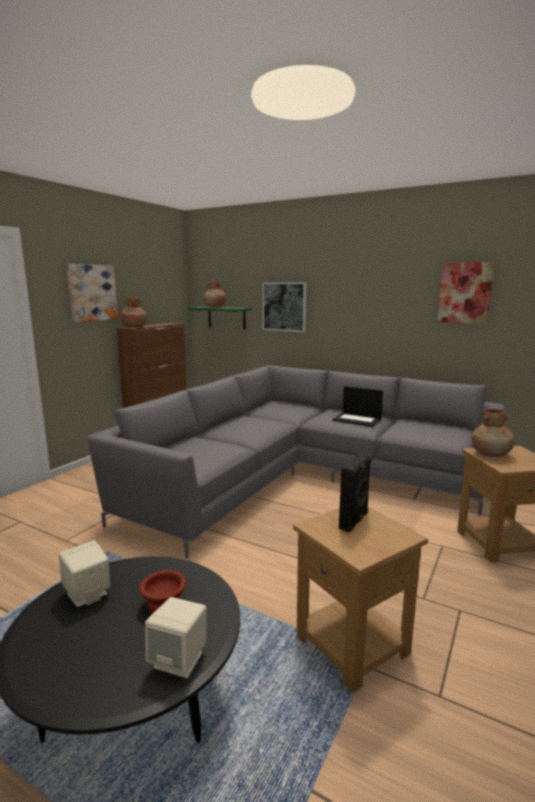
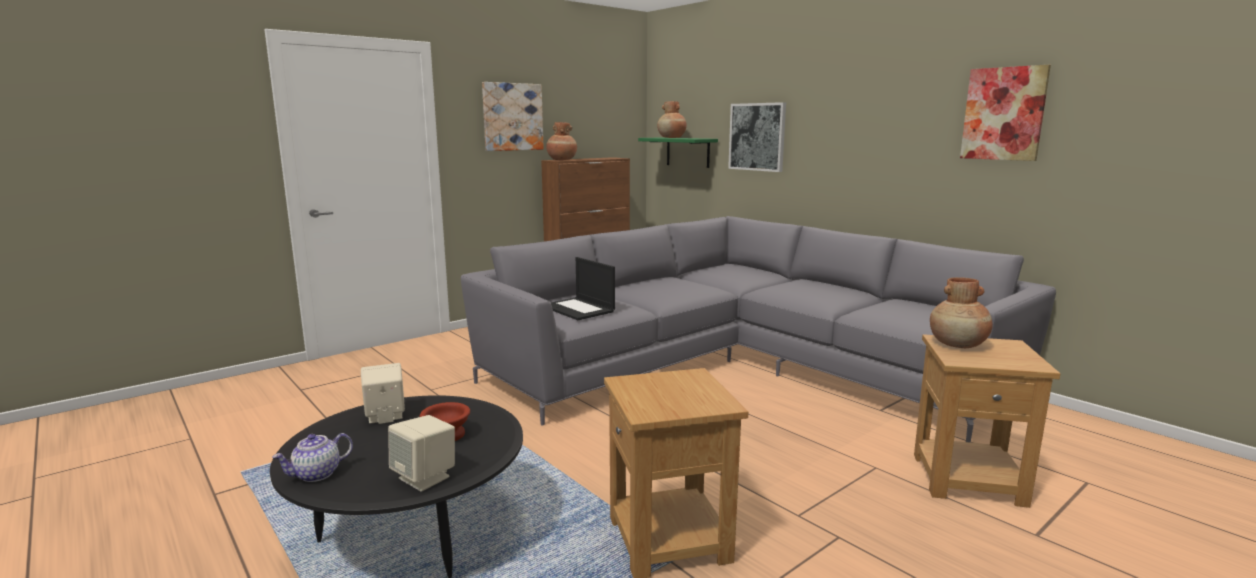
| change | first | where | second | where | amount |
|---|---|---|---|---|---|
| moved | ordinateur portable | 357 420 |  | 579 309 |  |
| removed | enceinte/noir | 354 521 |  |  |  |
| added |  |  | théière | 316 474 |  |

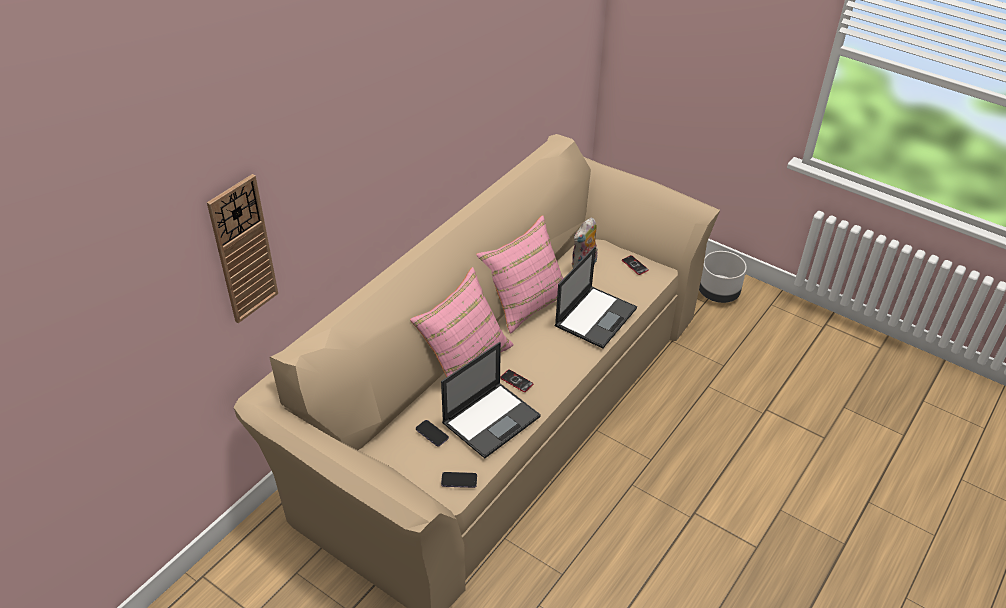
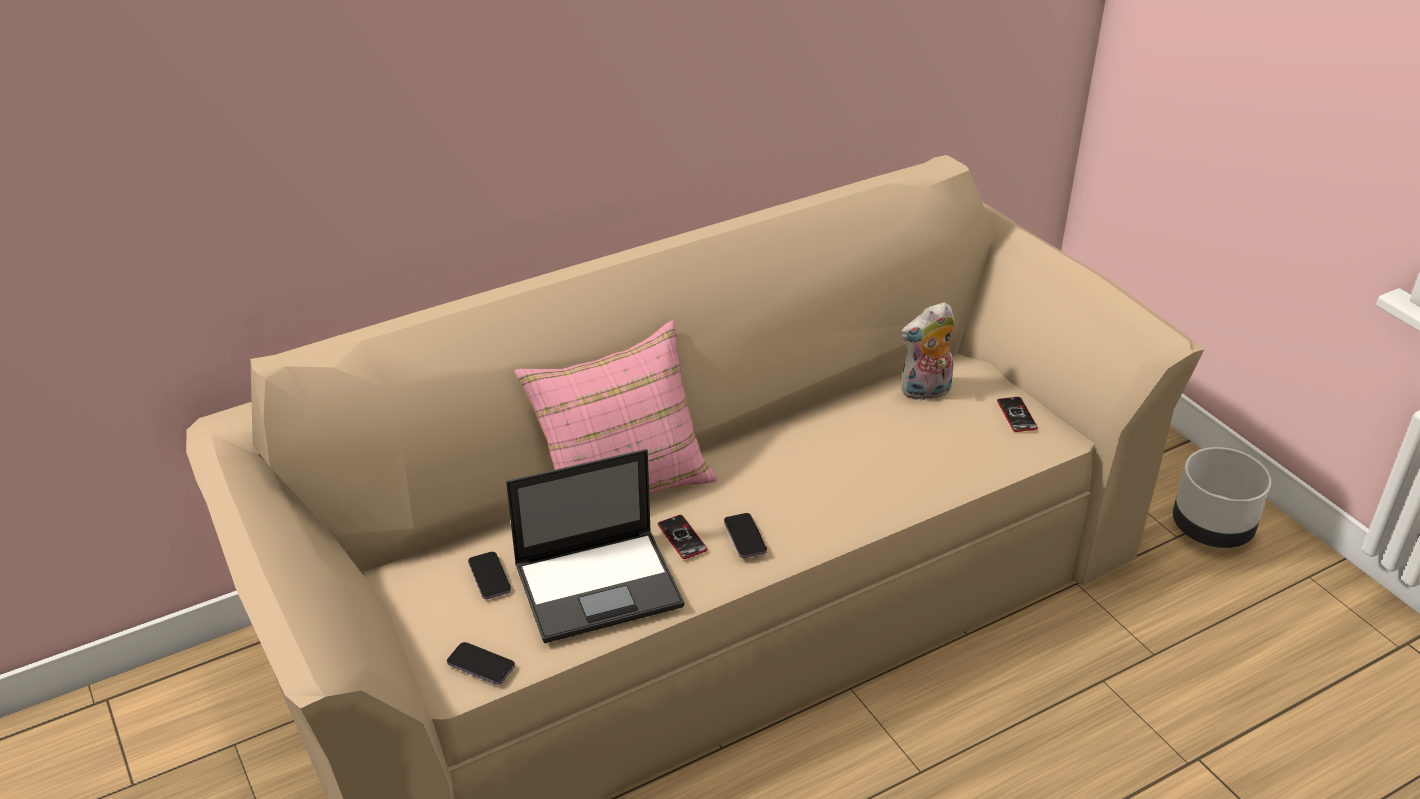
| change | first | where | second | where | amount |
|---|---|---|---|---|---|
| removed | horloge murale | 243 250 |  |  |  |
| removed | coussin/rose | 526 302 |  |  |  |
| removed | ordinateur portable | 596 316 |  |  |  |
| added |  |  | téléphone | 745 537 |  |

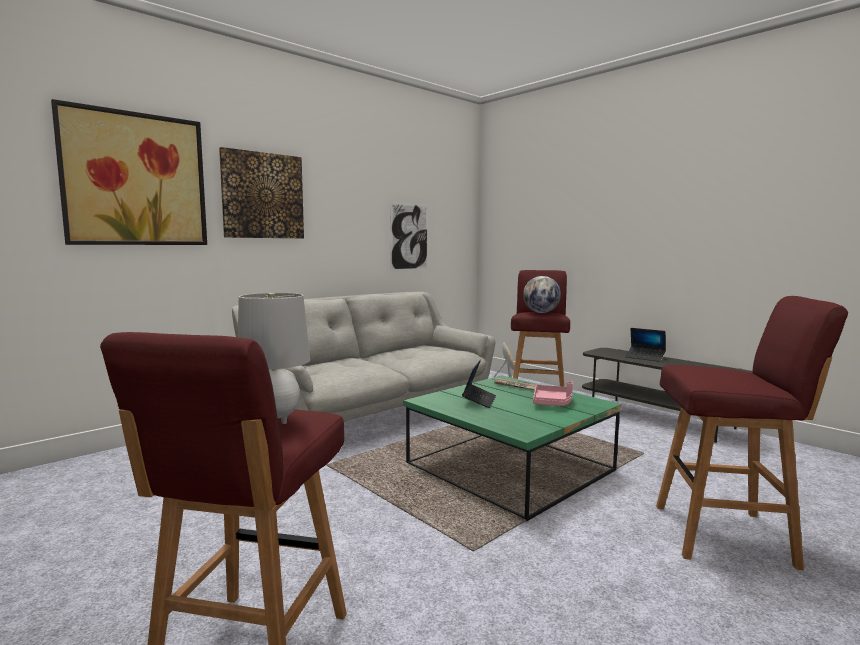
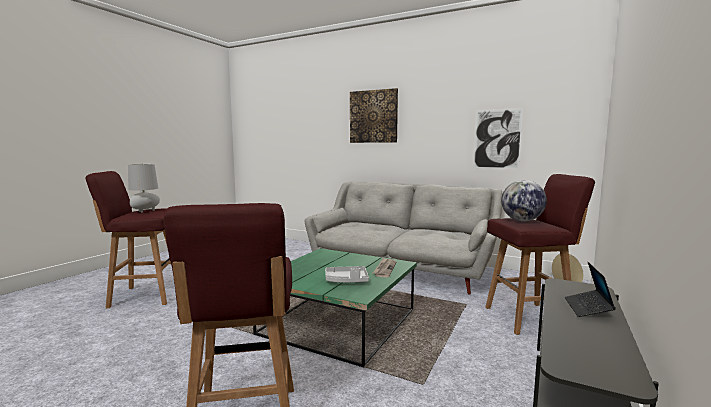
| change | first | where | second | where | amount |
|---|---|---|---|---|---|
| removed | tableau | 135 179 |  |  |  |
| removed | ordinateur portable | 479 400 |  |  |  |
| recoloured | plateau/rose | 552 402 | plateau/gris | 346 280 |  |

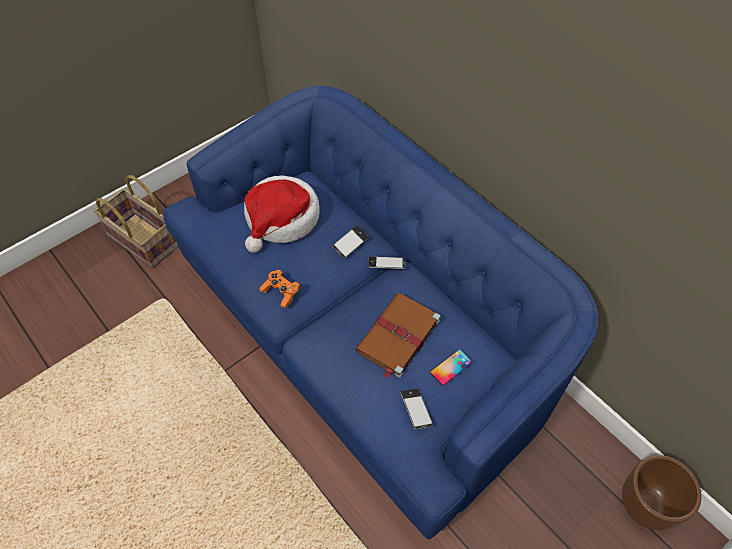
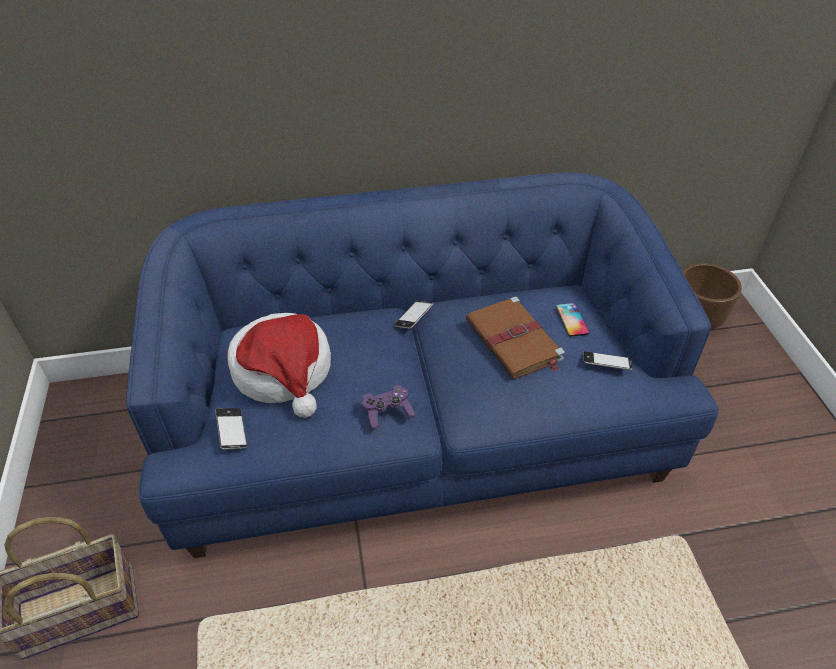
| change | first | where | second | where | amount |
|---|---|---|---|---|---|
| recoloured | manette/orange | 281 292 | manette/violet | 387 413 |  |
| moved | téléphone | 350 243 |  | 232 431 |  |

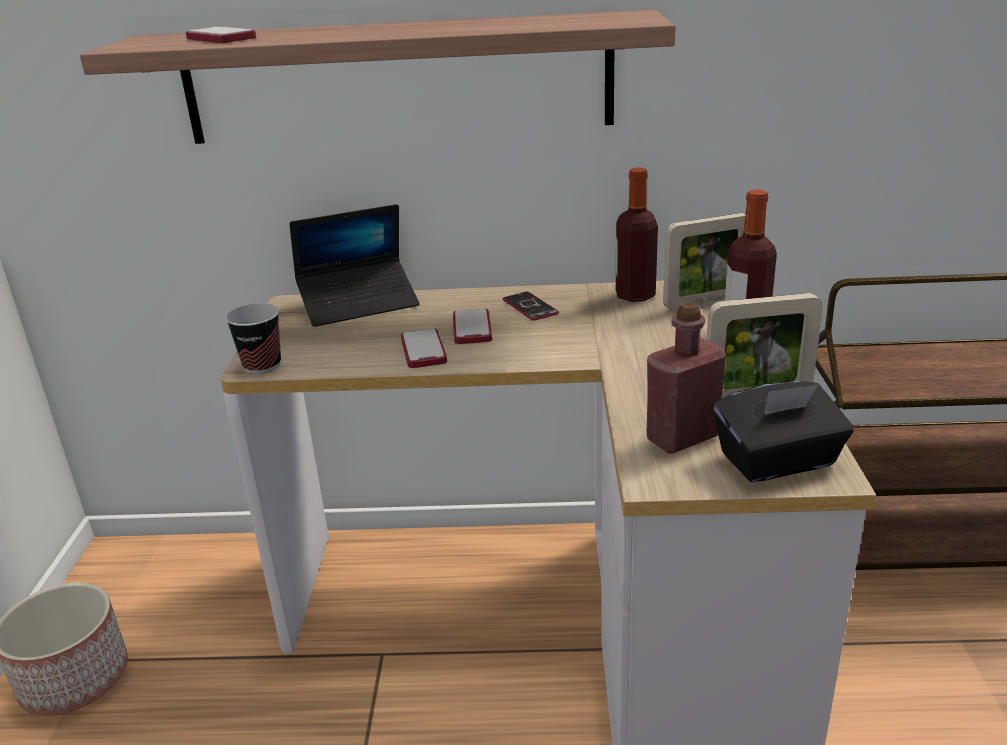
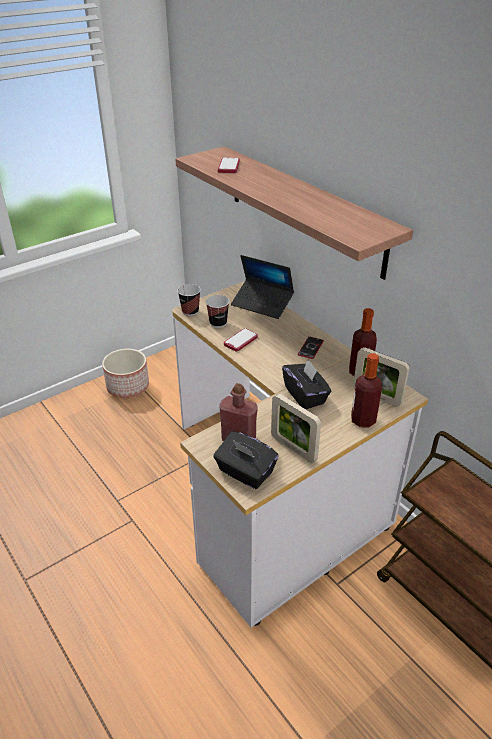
| change | first | where | second | where | amount |
|---|---|---|---|---|---|
| removed | téléphone | 472 328 |  |  |  |
| added |  |  | tasse | 218 323 |  |
| added |  |  | boîte à mouchoirs/noir | 305 395 |  |

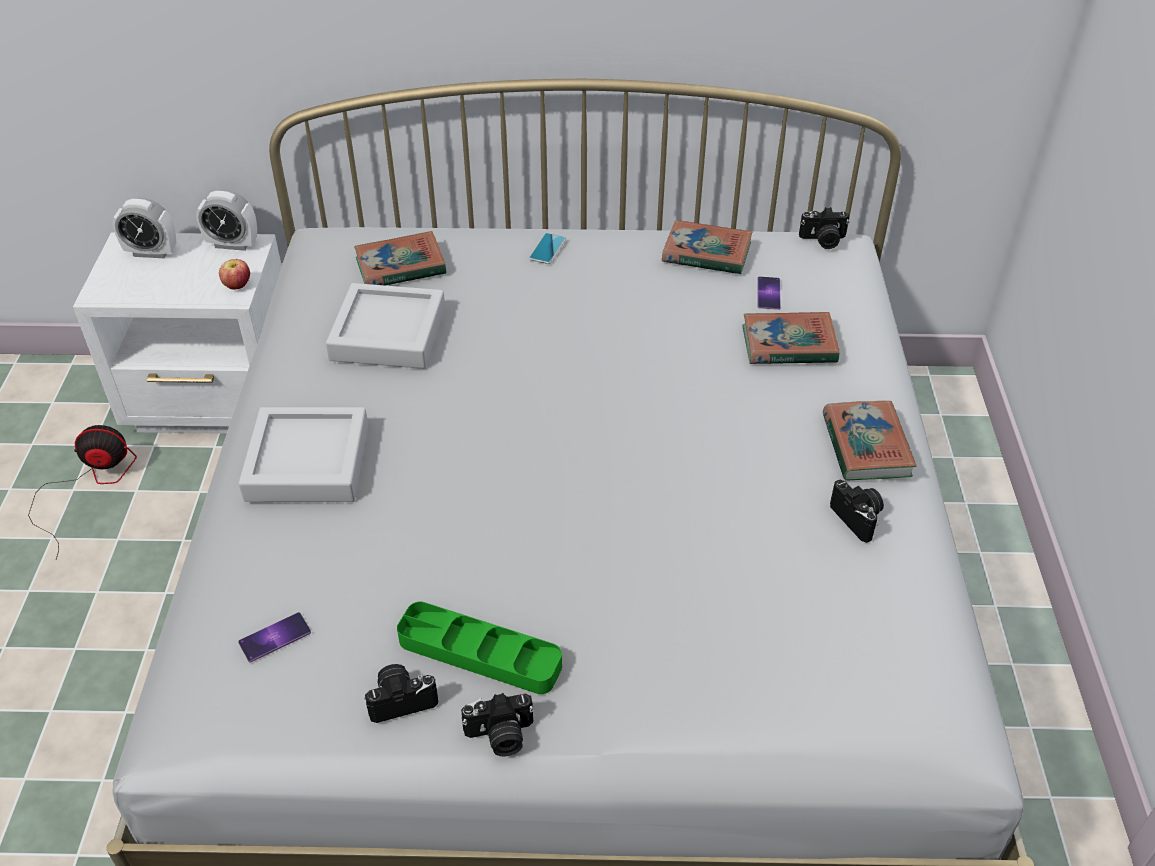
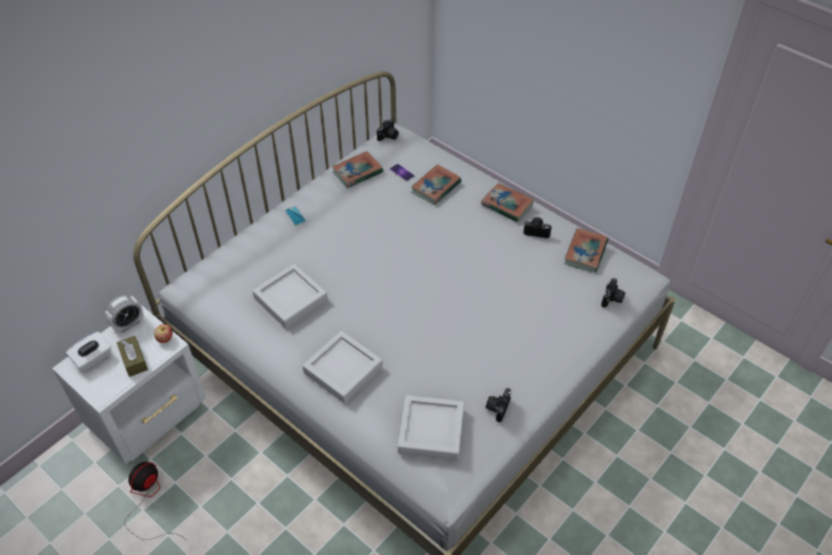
| change | first | where | second | where | amount |
|---|---|---|---|---|---|
| replaced | réveil | 151 252 | boîte à mouchoirs/blanc | 93 359 |  |
| replaced | téléphone | 275 637 | plateau/gris | 431 431 |  |
| moved | livre | 400 266 |  | 585 253 |  |
| removed | plateau/vert | 479 653 |  |  |  |
| moved | appareil photo | 500 736 |  | 612 299 |  |
| added |  |  | boîte à mouchoirs/marron | 134 360 |  |

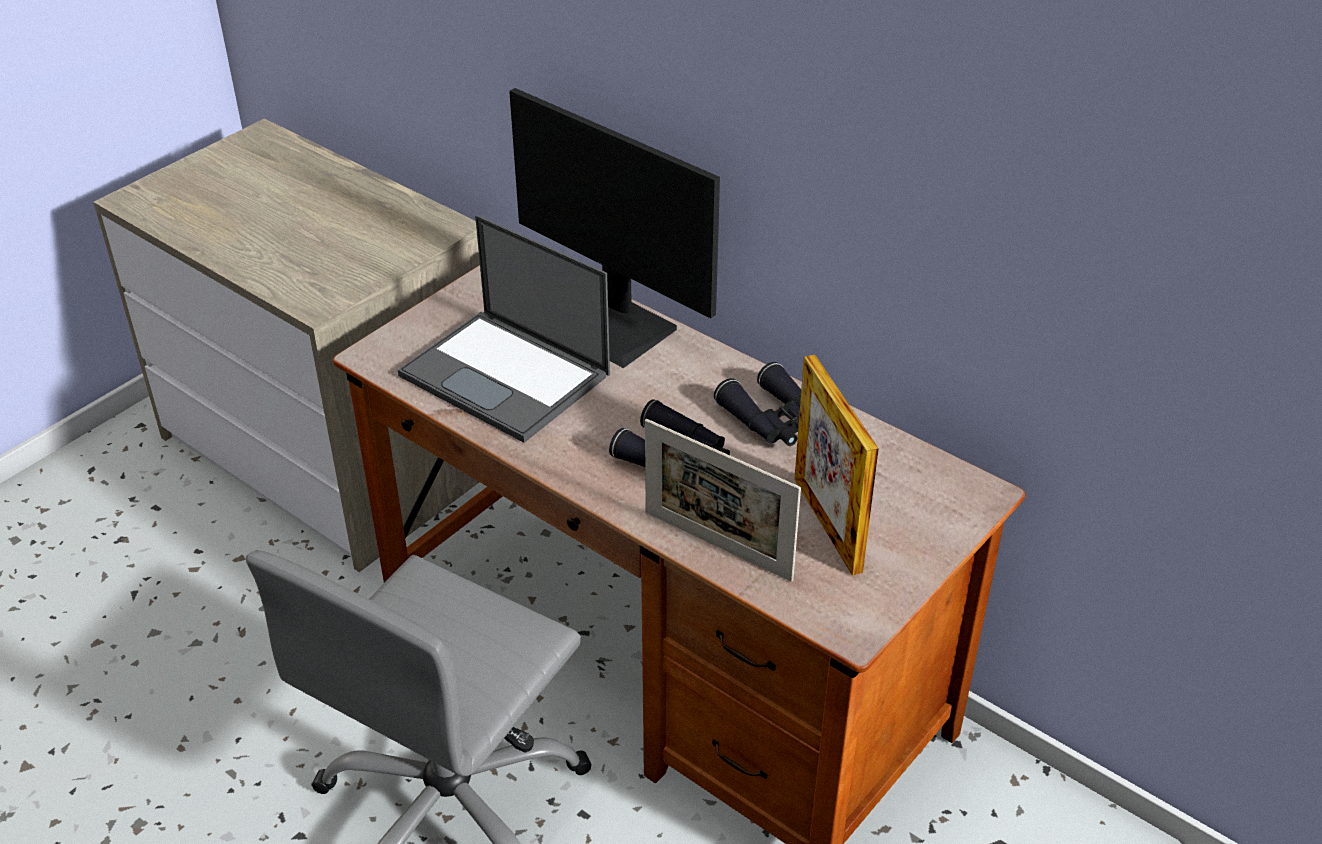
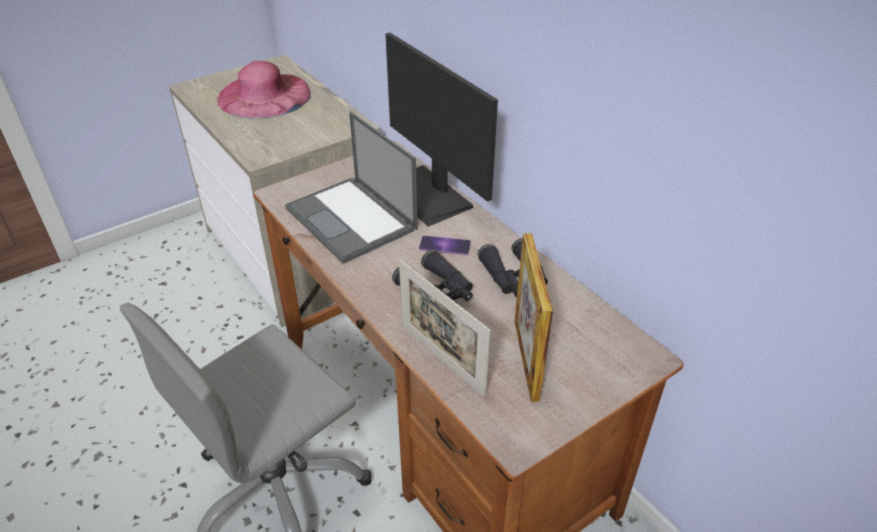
| change | first | where | second | where | amount |
|---|---|---|---|---|---|
| added |  |  | chapeau/rose | 264 95 |  |
| added |  |  | téléphone | 445 246 |  |

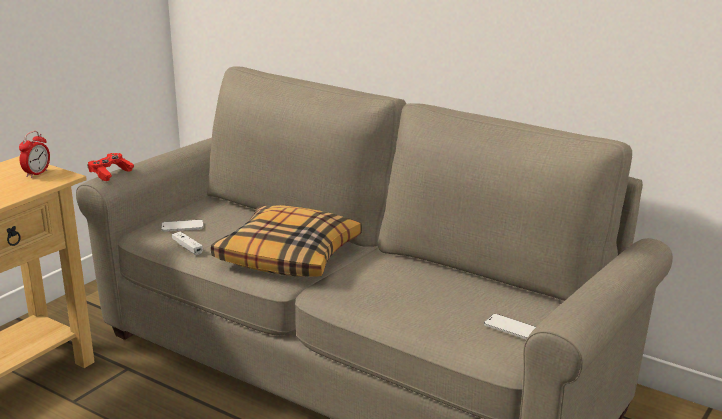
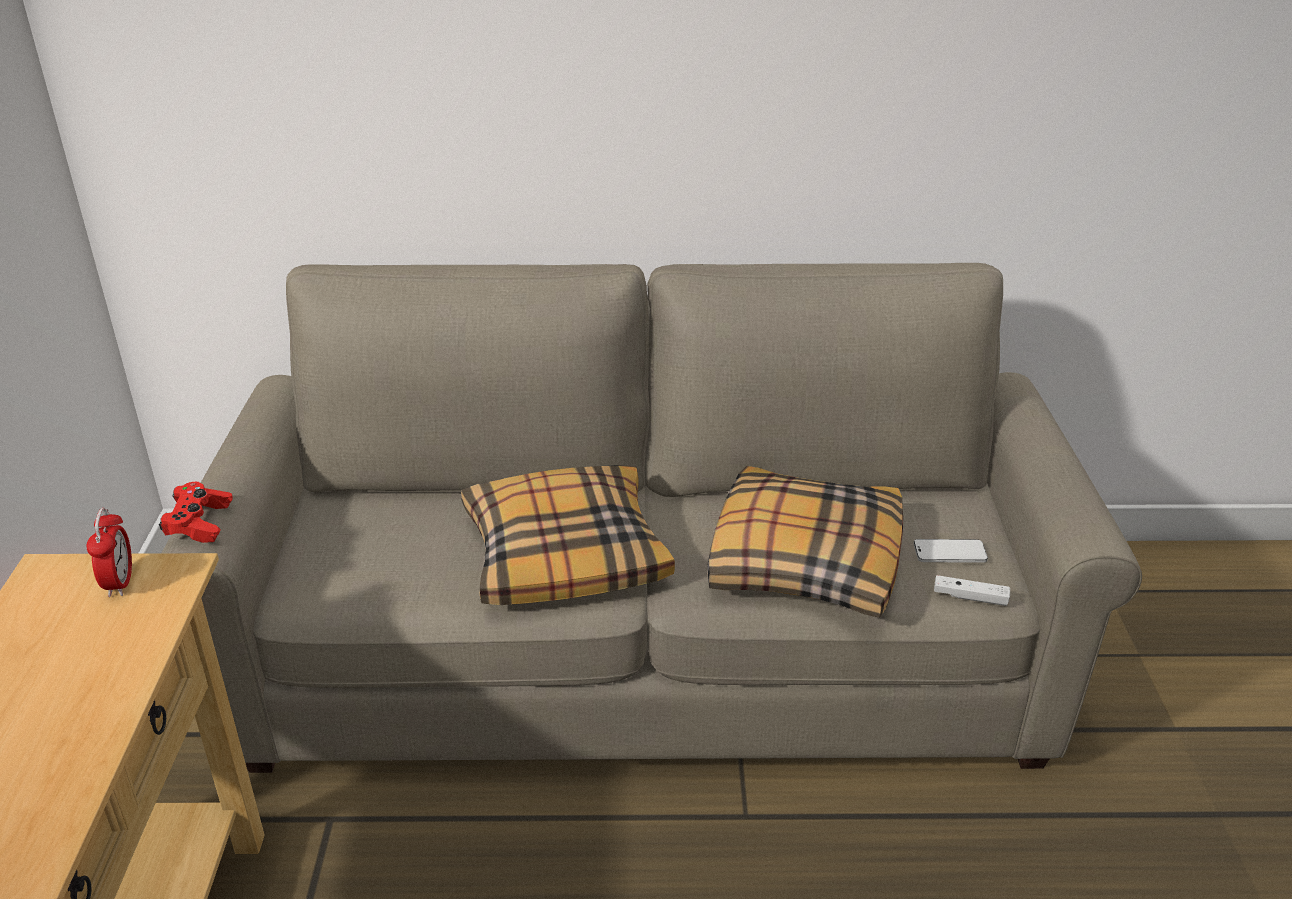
| change | first | where | second | where | amount |
|---|---|---|---|---|---|
| removed | téléphone | 182 227 |  |  |  |
| moved | manette/blanc | 187 247 |  | 970 597 |  |
| added |  |  | coussin | 803 560 |  |

